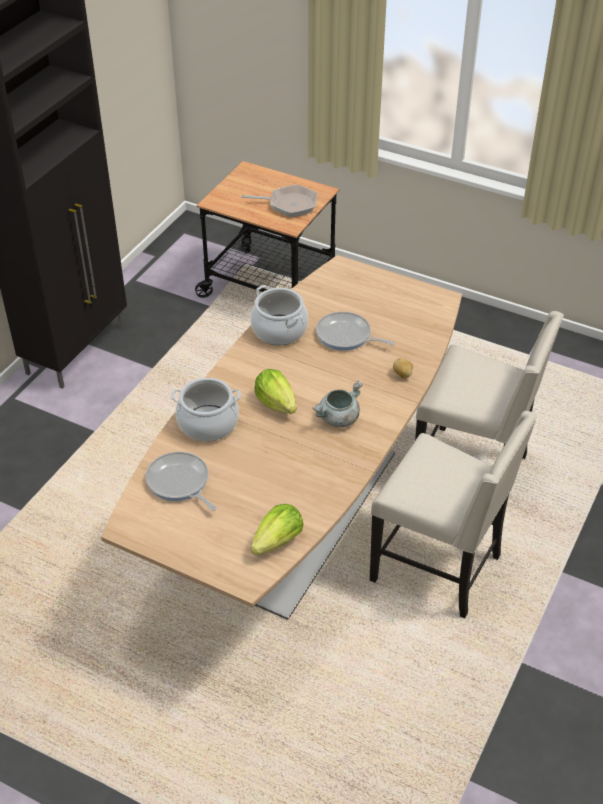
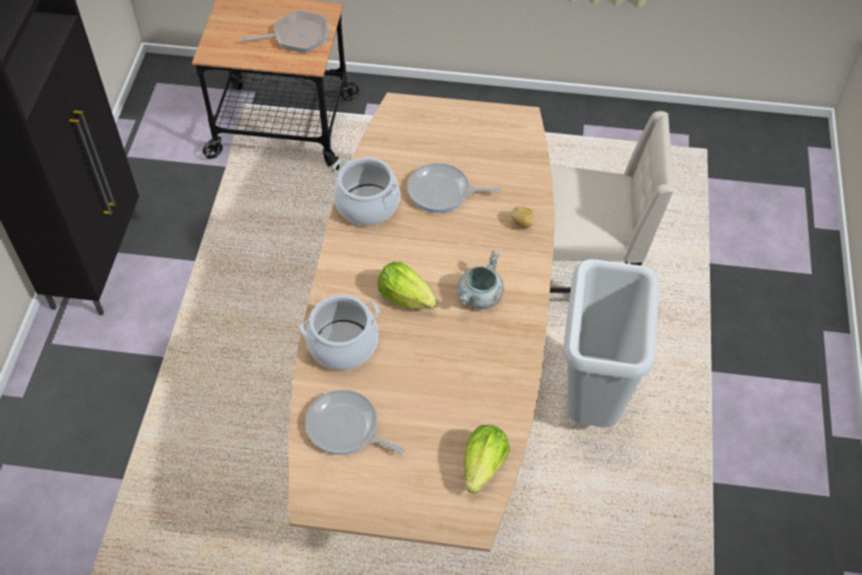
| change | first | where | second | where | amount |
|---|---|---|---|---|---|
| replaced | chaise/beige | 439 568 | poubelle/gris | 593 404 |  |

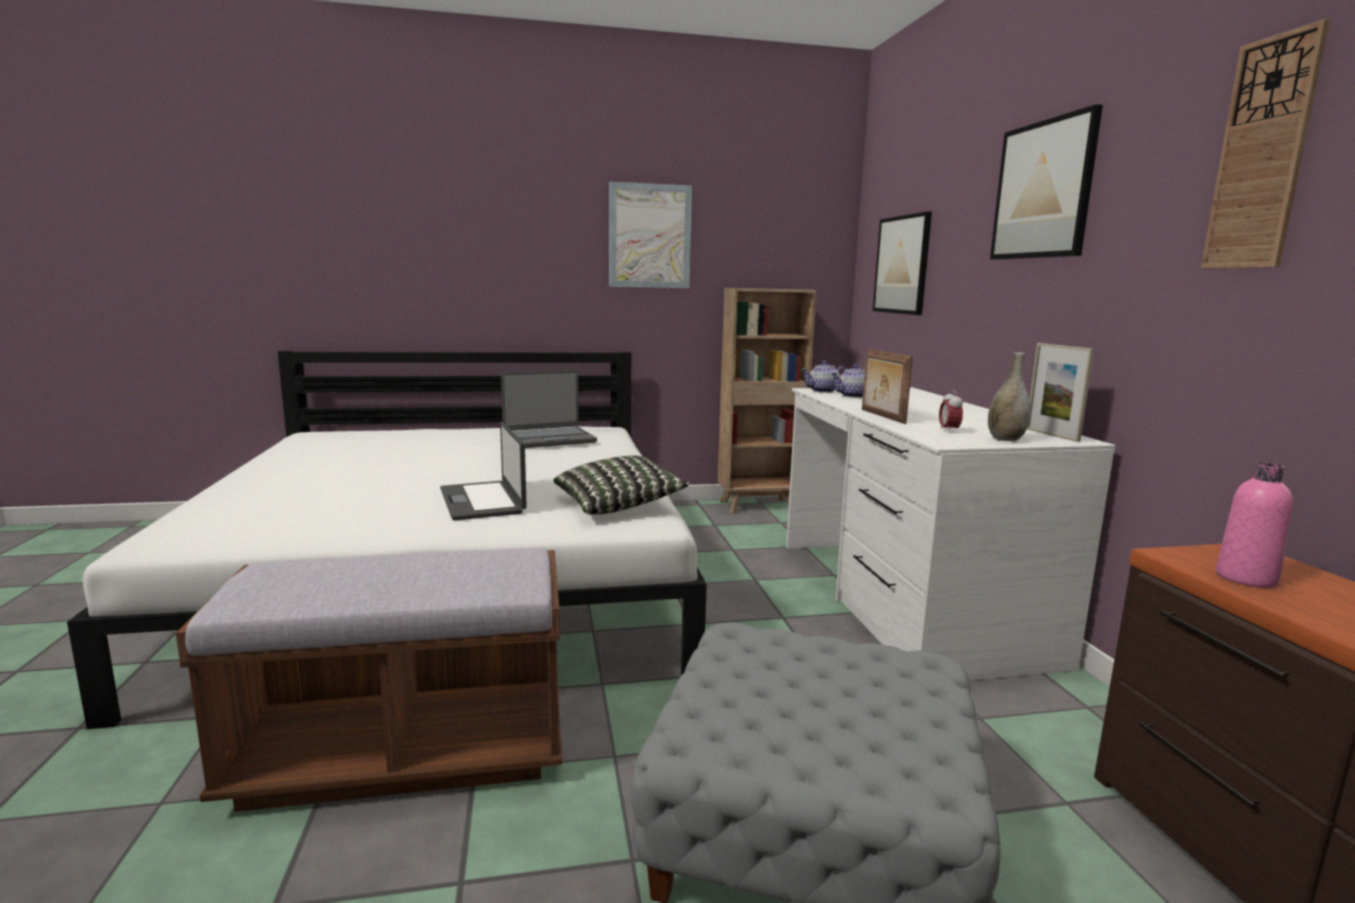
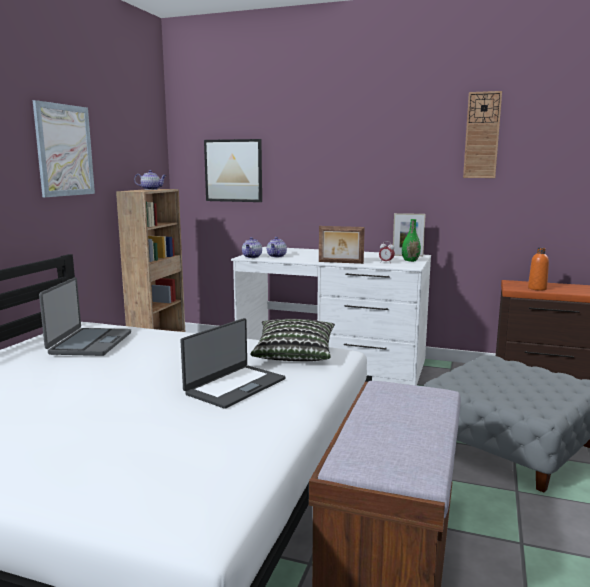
| change | first | where | second | where | amount |
|---|---|---|---|---|---|
| turned | ordinateur portable | 483 501 |  | 234 386 | 60 degrees counterclockwise |
| recoloured | vase/gris | 1005 439 | vase/vert | 410 260 |  |
| removed | tableau | 1043 190 |  |  |  |
| recoloured | bouteille/rose | 1246 578 | bouteille/orange | 537 288 |  |
| added |  |  | théière | 151 189 |  |

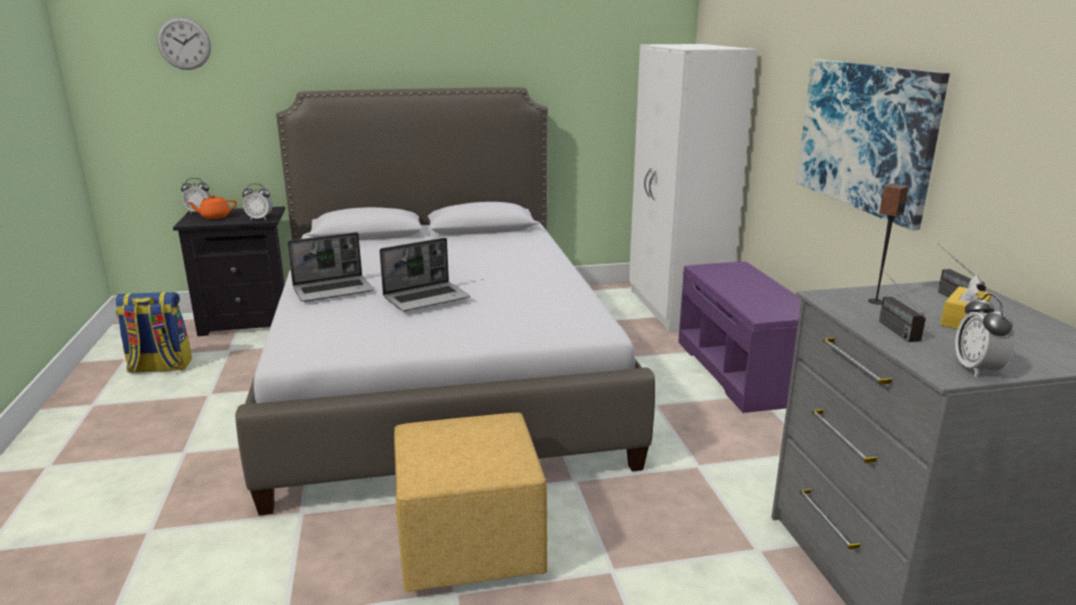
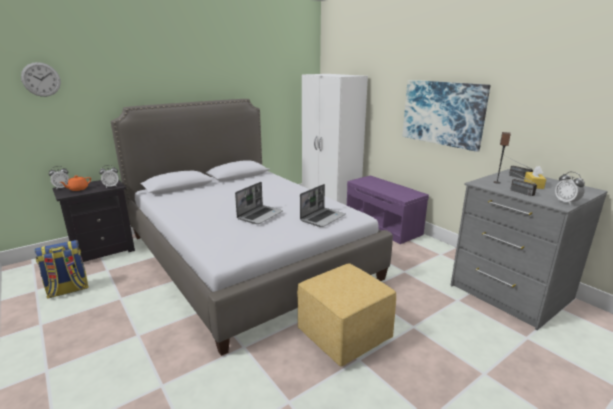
| change | first | where | second | where | amount |
|---|---|---|---|---|---|
| moved | ordinateur portable | 334 290 |  | 322 218 |  |

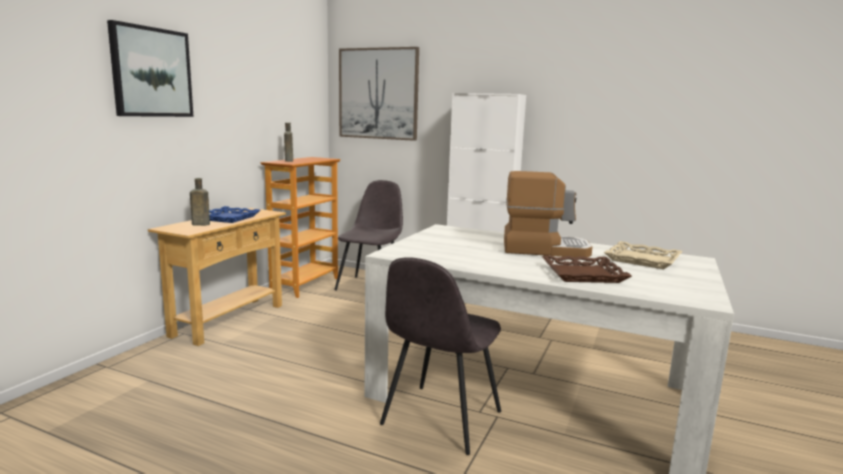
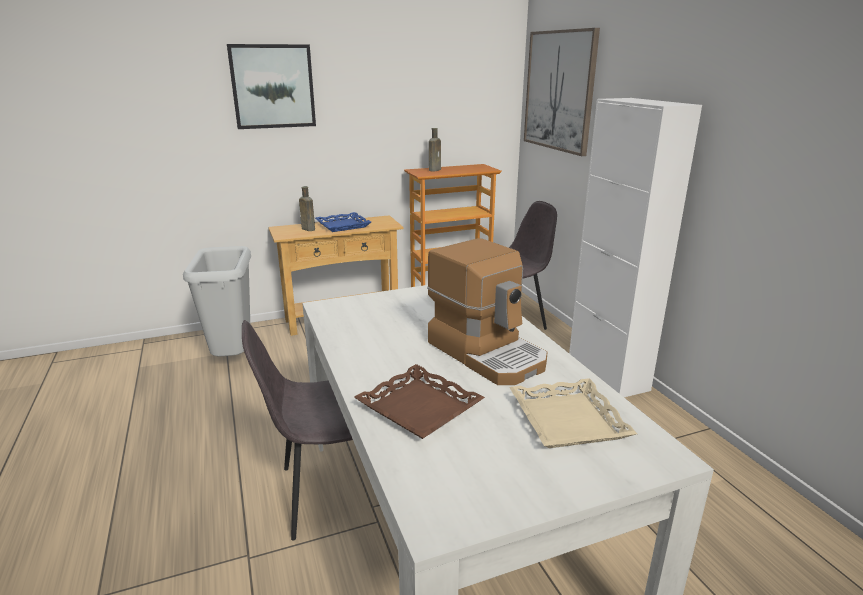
| change | first | where | second | where | amount |
|---|---|---|---|---|---|
| added |  |  | poubelle/gris | 232 358 |  |

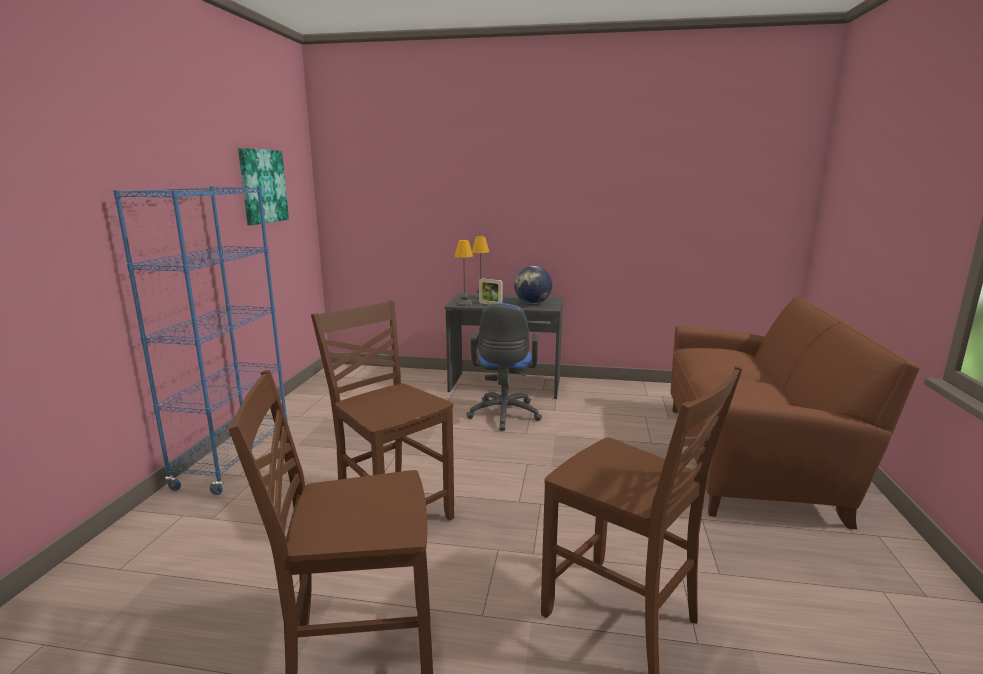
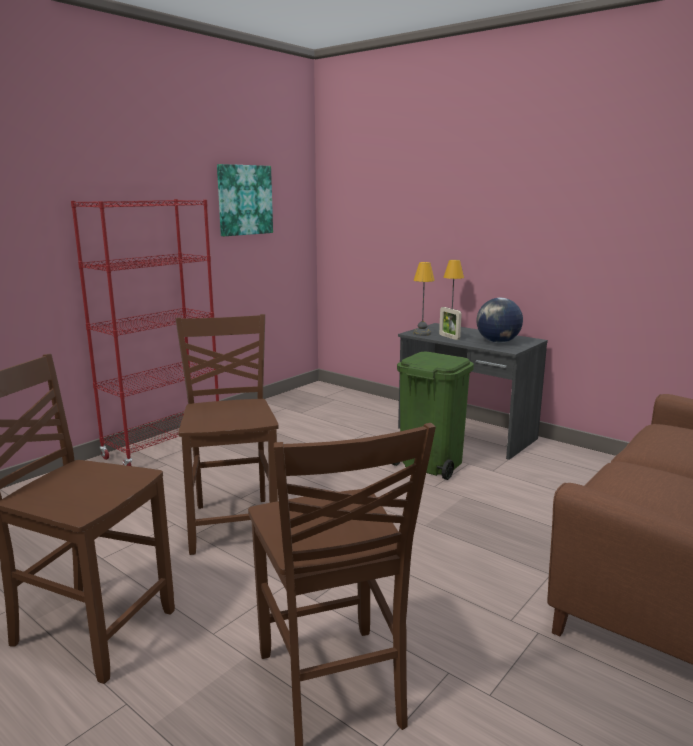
| change | first | where | second | where | amount |
|---|---|---|---|---|---|
| recoloured | bibliothèque/bleu | 234 460 | bibliothèque/rouge | 164 447 |  |
| replaced | chaise de bureau/bleu | 504 416 | poubelle/vert | 429 464 |  |

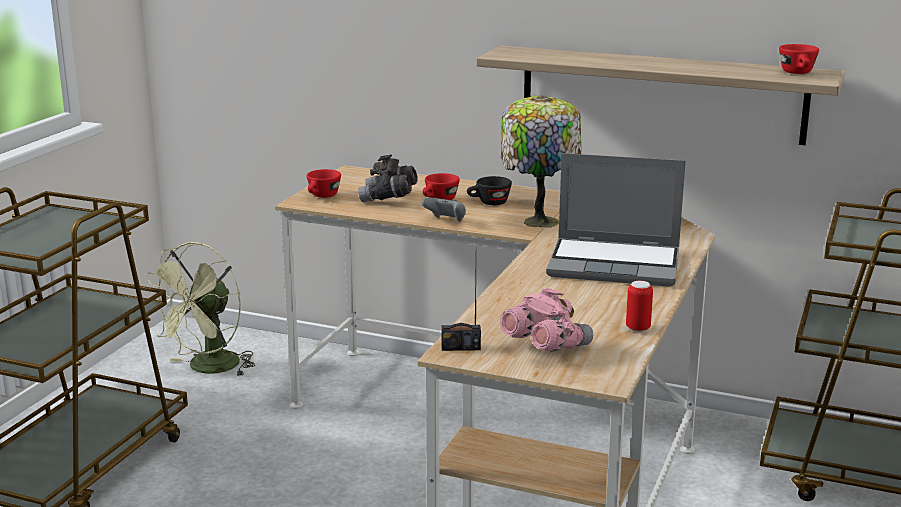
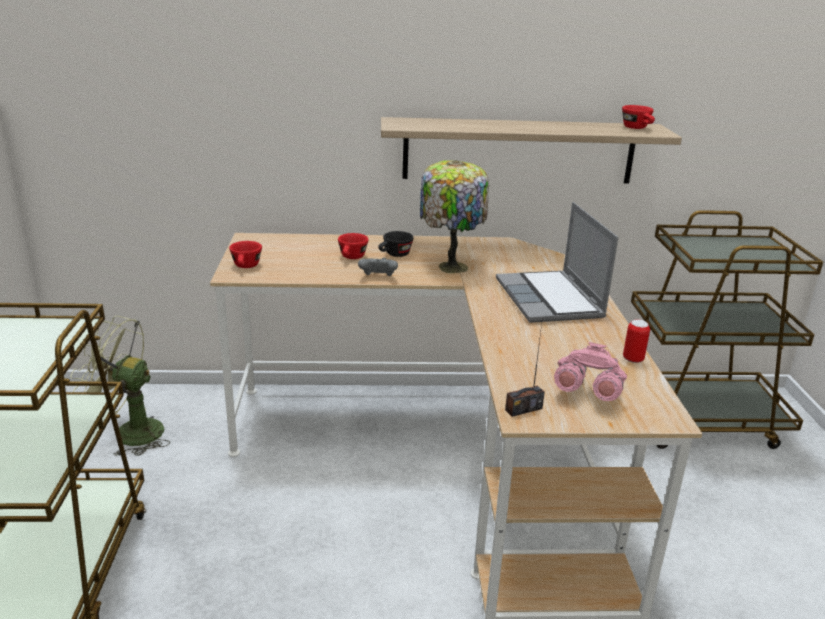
| change | first | where | second | where | amount |
|---|---|---|---|---|---|
| turned | ventilateur/vert | 207 369 |  | 128 433 | 90 degrees clockwise |
| removed | jumelles/gris | 388 198 |  |  |  |
| turned | ordinateur portable | 616 264 |  | 550 299 | 90 degrees clockwise |

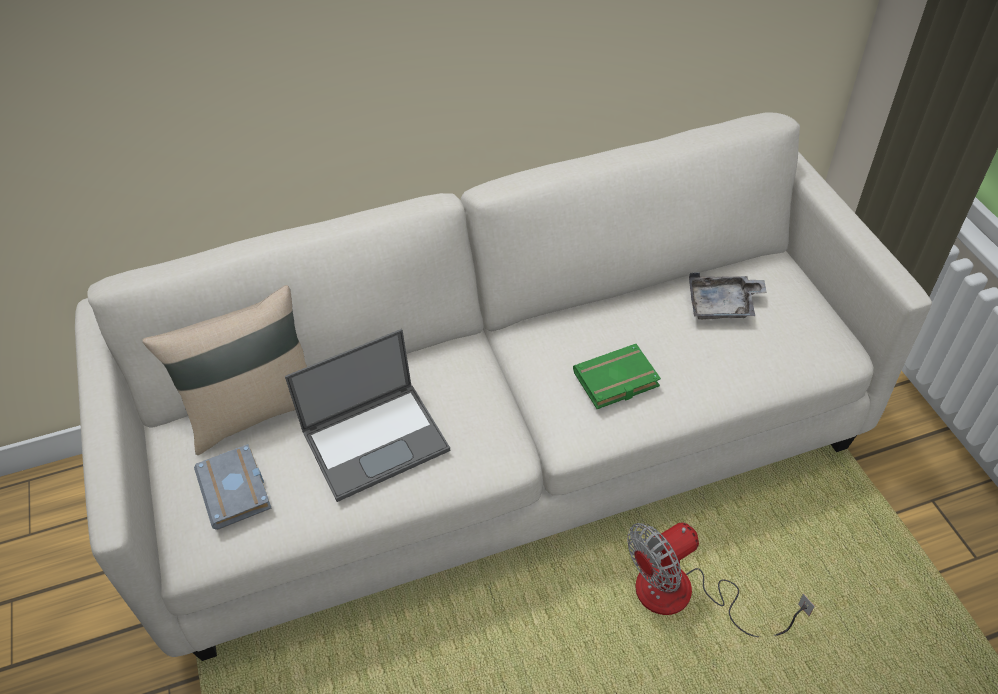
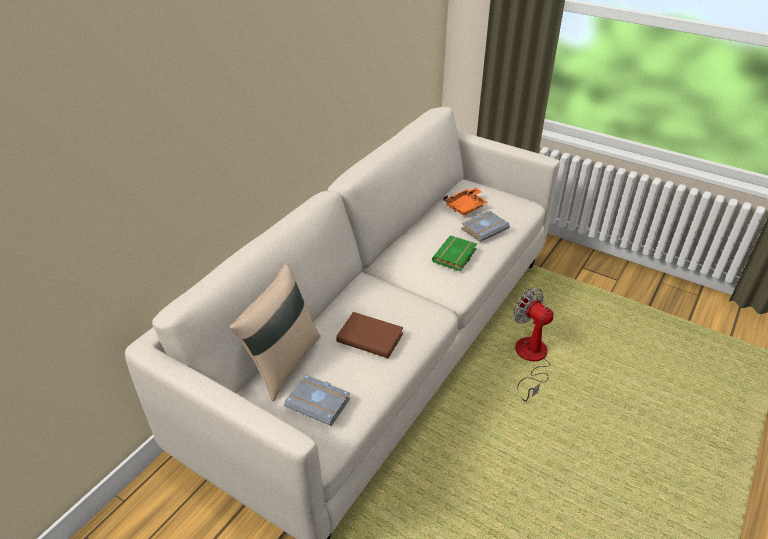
| change | first | where | second | where | amount |
|---|---|---|---|---|---|
| replaced | ordinateur portable | 377 439 | livre/marron | 370 338 |  |
| turned | ventilateur | 685 596 |  | 530 359 | 120 degrees clockwise |
| recoloured | plateau/gris | 722 305 | plateau/orange | 466 207 |  |
| added |  |  | livre/gris | 484 228 |  |

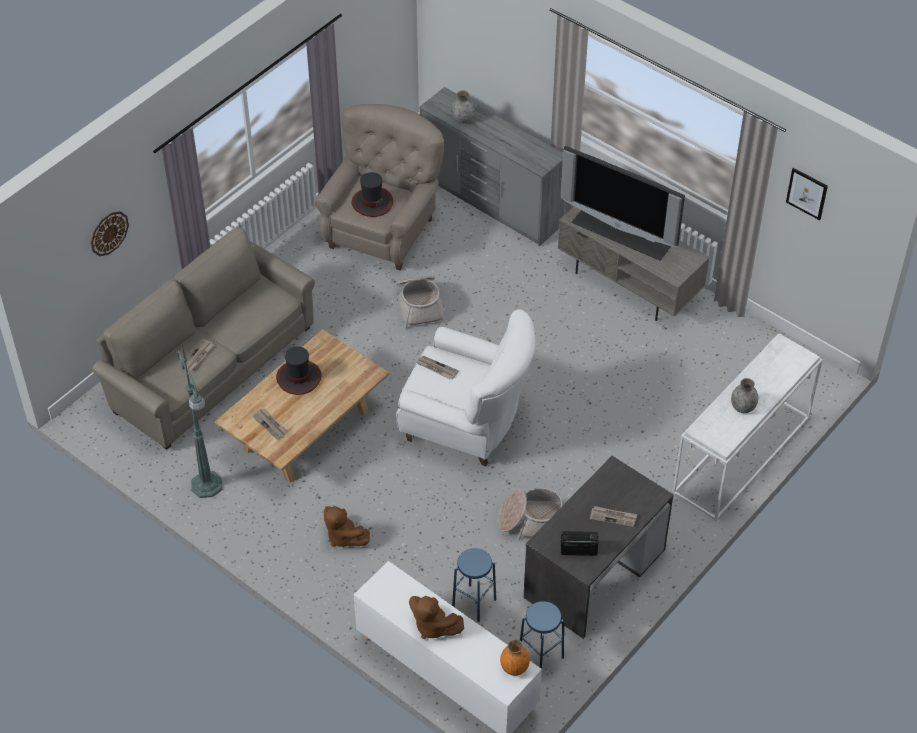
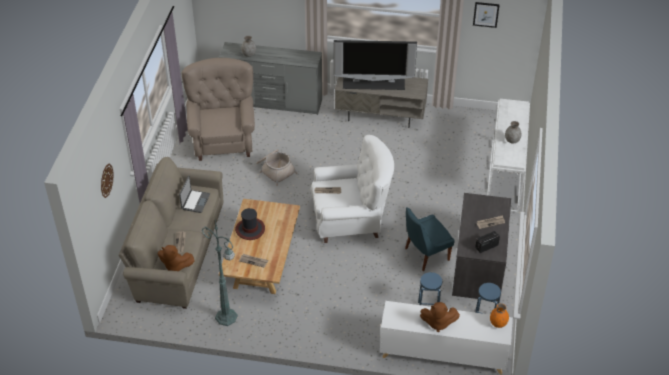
| change | first | where | second | where | amount |
|---|---|---|---|---|---|
| moved | peluche/marron | 343 536 |  | 175 266 |  |
| removed | chapeau | 372 202 |  |  |  |
| replaced | panier | 532 521 | chaise/bleu | 425 255 |  |
| added |  |  | ordinateur portable | 195 201 |  |

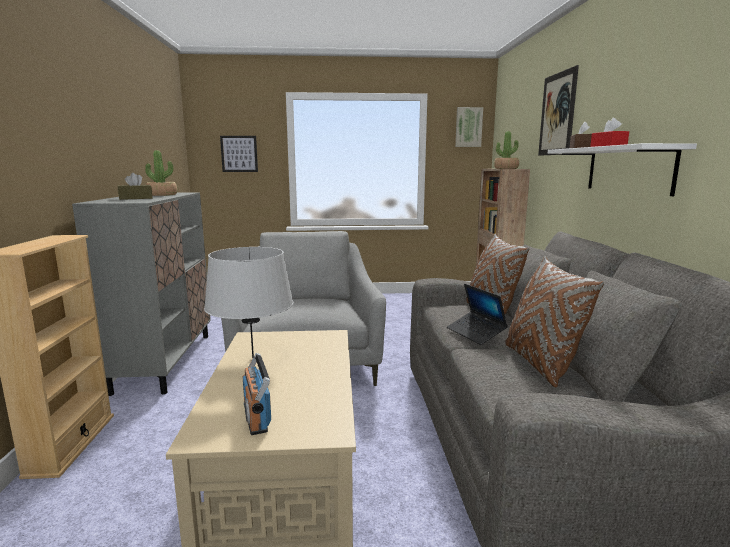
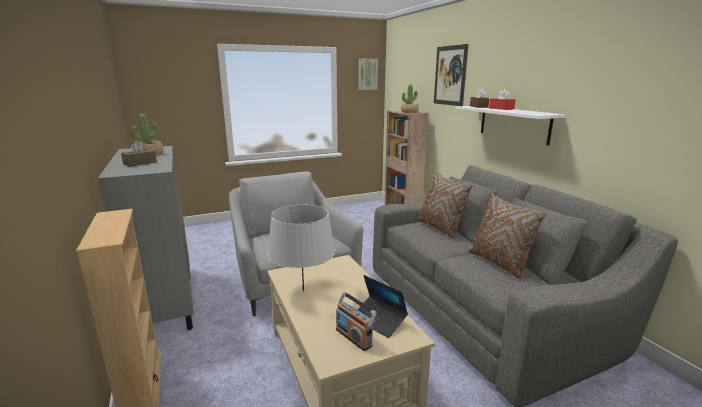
| change | first | where | second | where | amount |
|---|---|---|---|---|---|
| removed | tableau | 239 154 |  |  |  |
| moved | ordinateur portable | 475 333 |  | 379 320 |  |

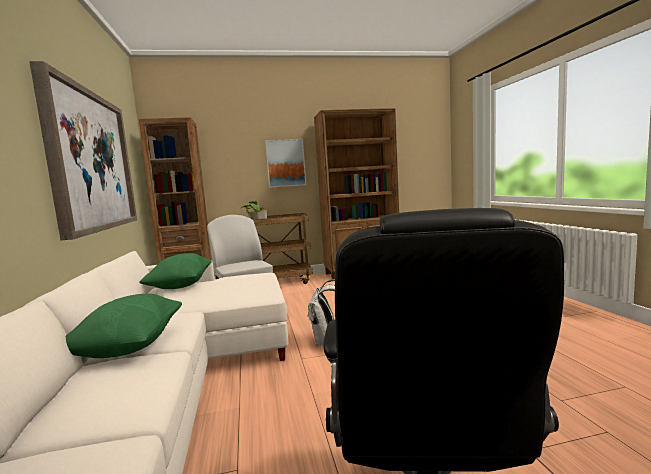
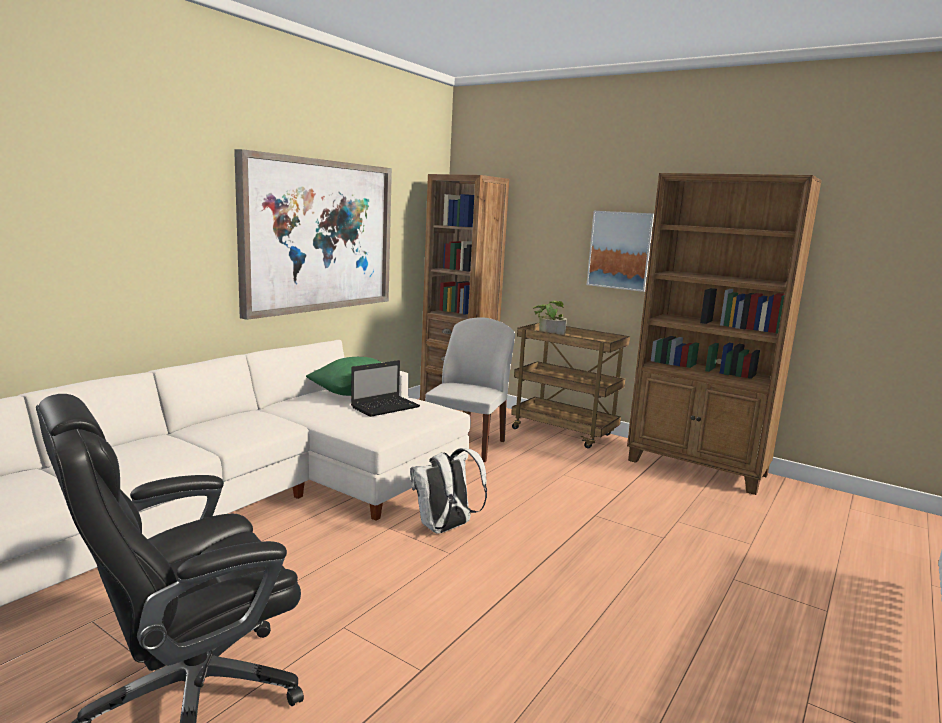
| change | first | where | second | where | amount |
|---|---|---|---|---|---|
| removed | coussin/vert | 128 347 |  |  |  |
| added |  |  | ordinateur portable | 386 407 |  |

